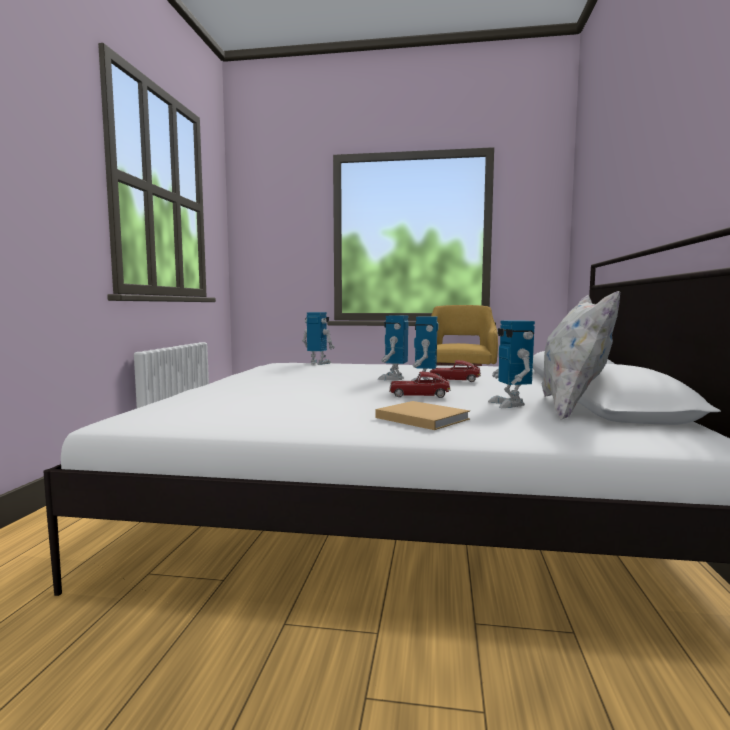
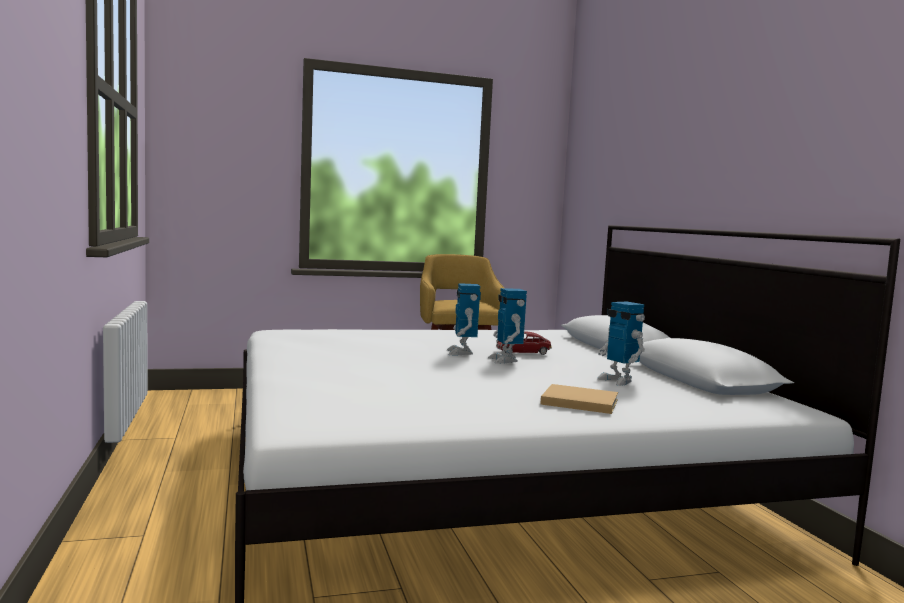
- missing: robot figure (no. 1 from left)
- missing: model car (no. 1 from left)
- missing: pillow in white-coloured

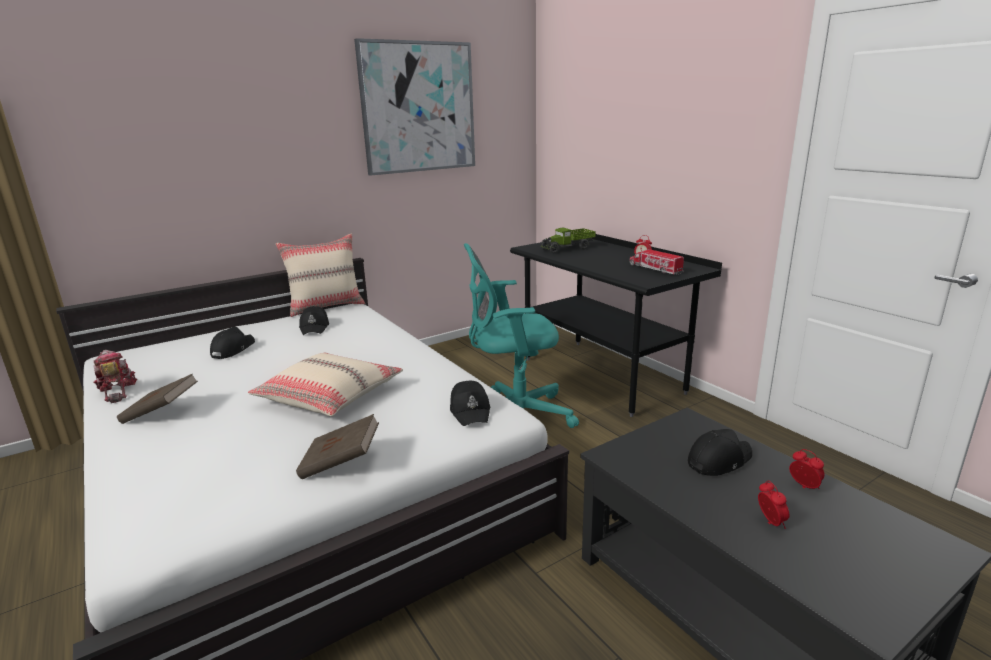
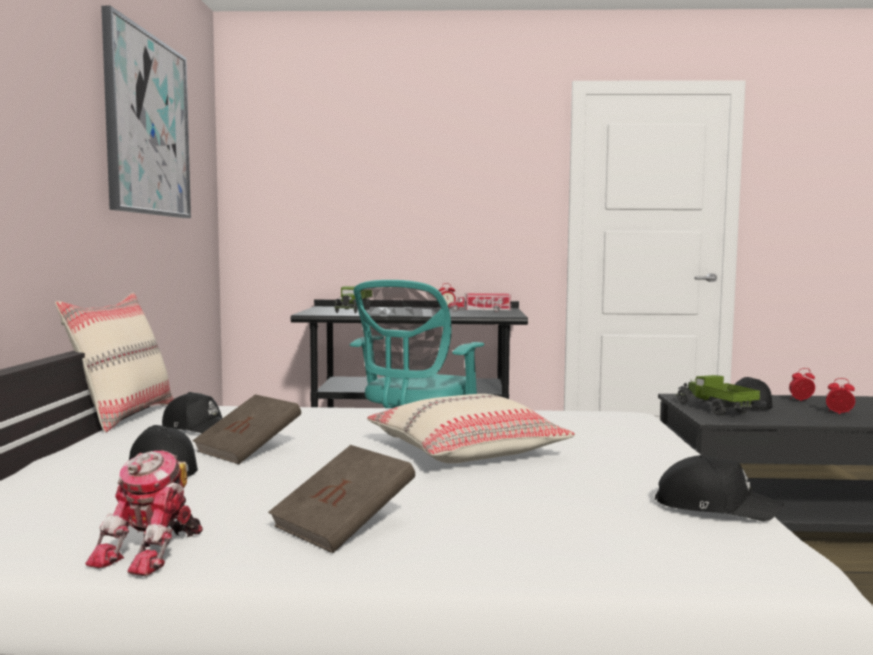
- spun: robot figure 75 degrees counterclockwise
- relocated: book in brown (no. 2 from left in the first image) to book in brown (no. 1 from left)
- relocated: cap in black (no. 3 from left)
- appeared: toy truck (no. 3 from left)

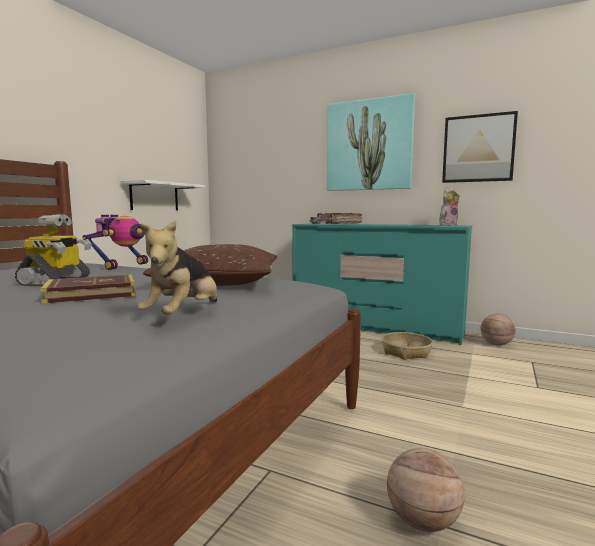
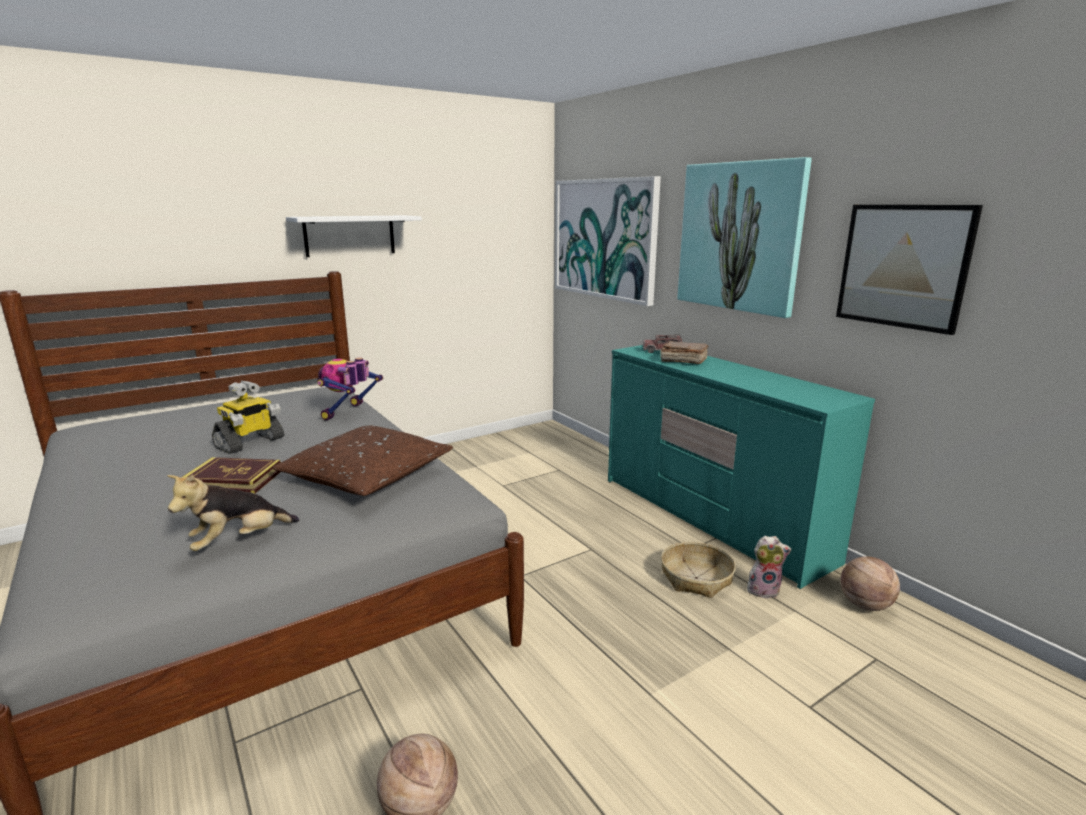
- relocated: shelf in white-coloured
- spun: robot figure (no. 2 from left) 150 degrees clockwise
- appeared: picture (no. 1 from left)
- relocated: plush toy (no. 2 from left)

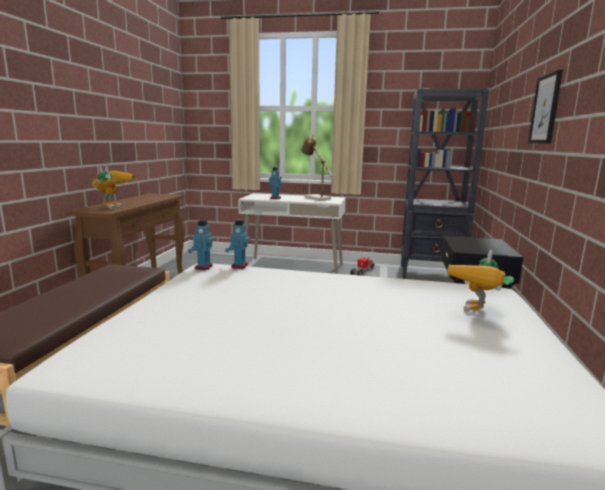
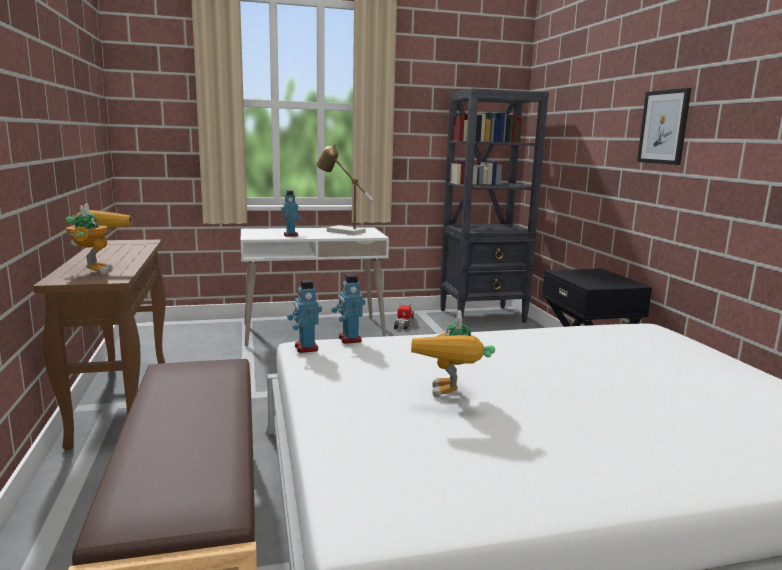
- relocated: robot figure (no. 5 from left)

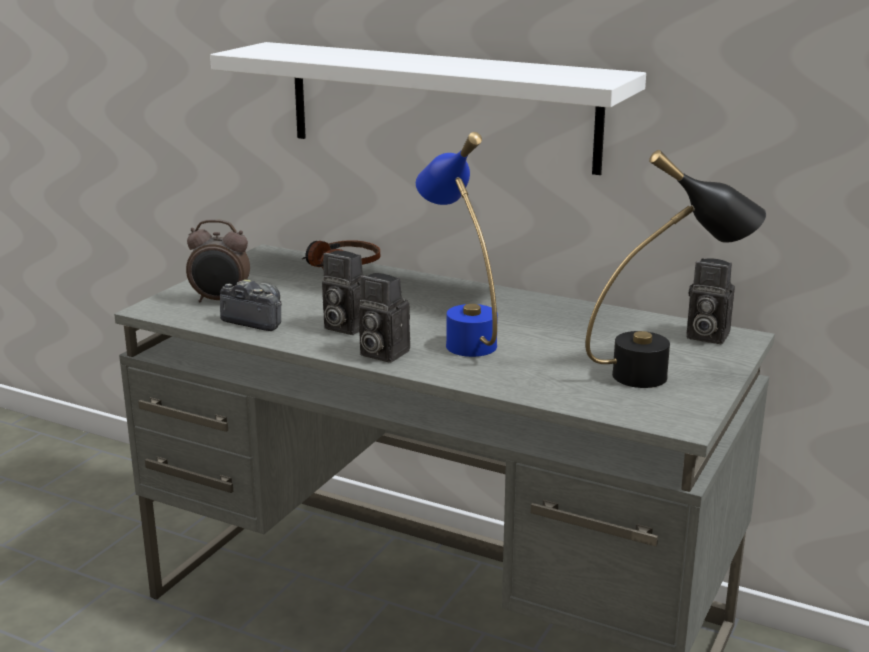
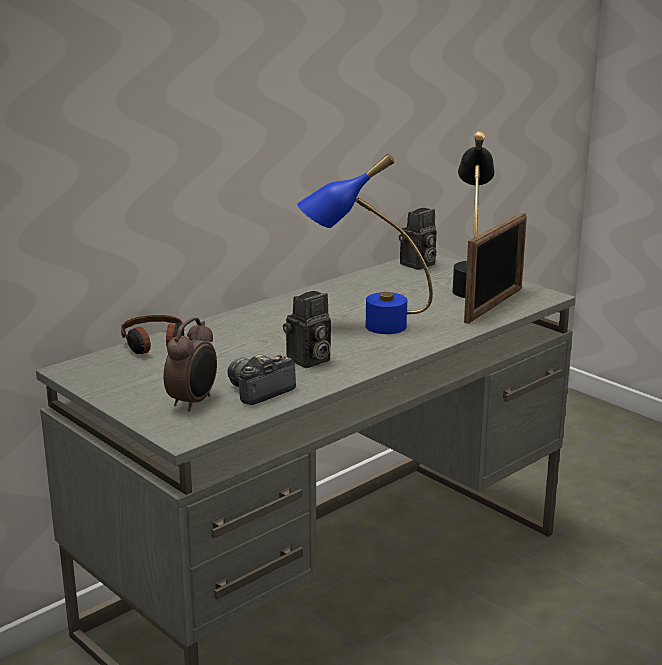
- appeared: standing frame
- missing: shelf in white-coloured
- missing: photo camera (no. 3 from left)

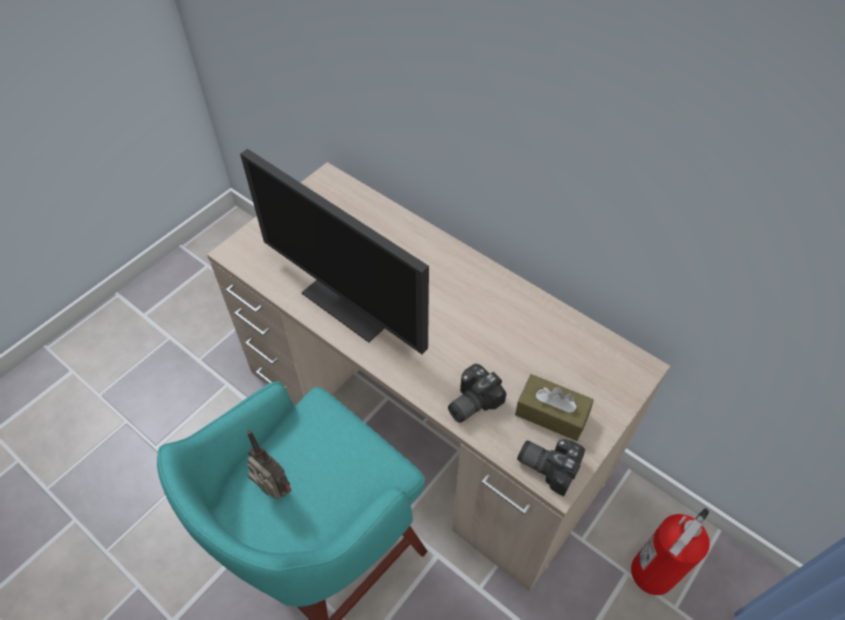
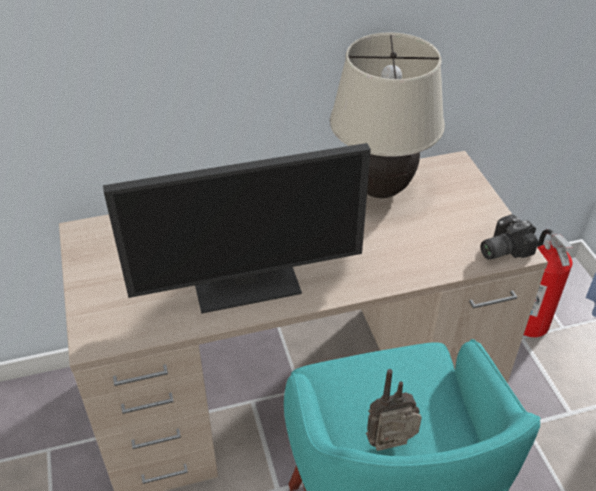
- appeared: table lamp in beige
- missing: photo camera (no. 1 from left)
- missing: tissue holder in brown

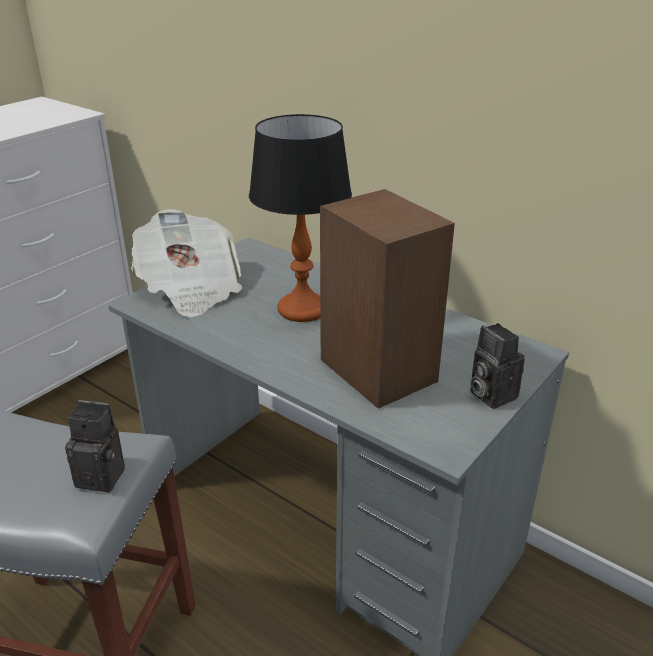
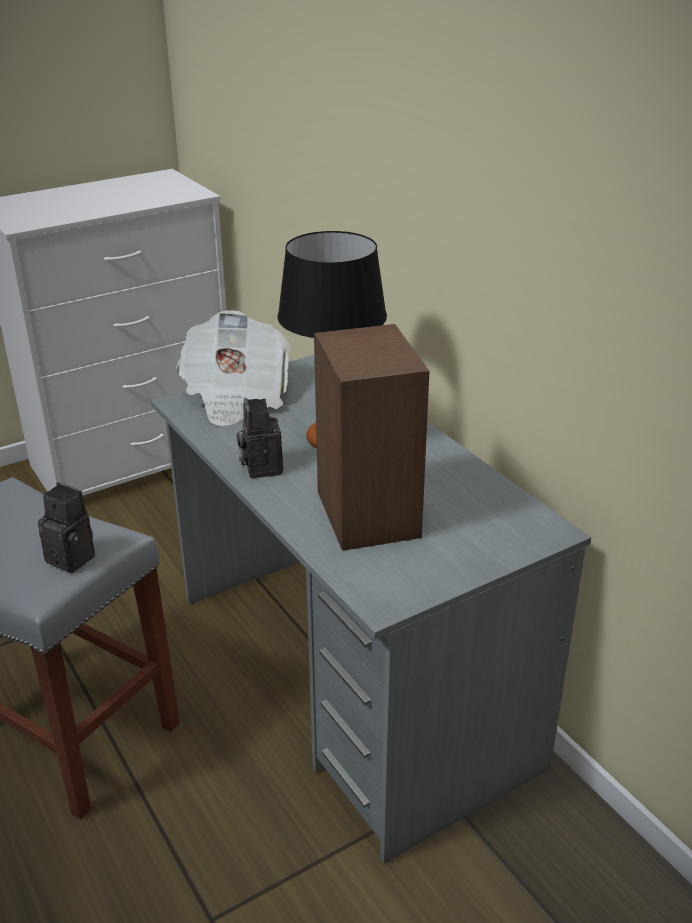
- relocated: photo camera (no. 2 from left)

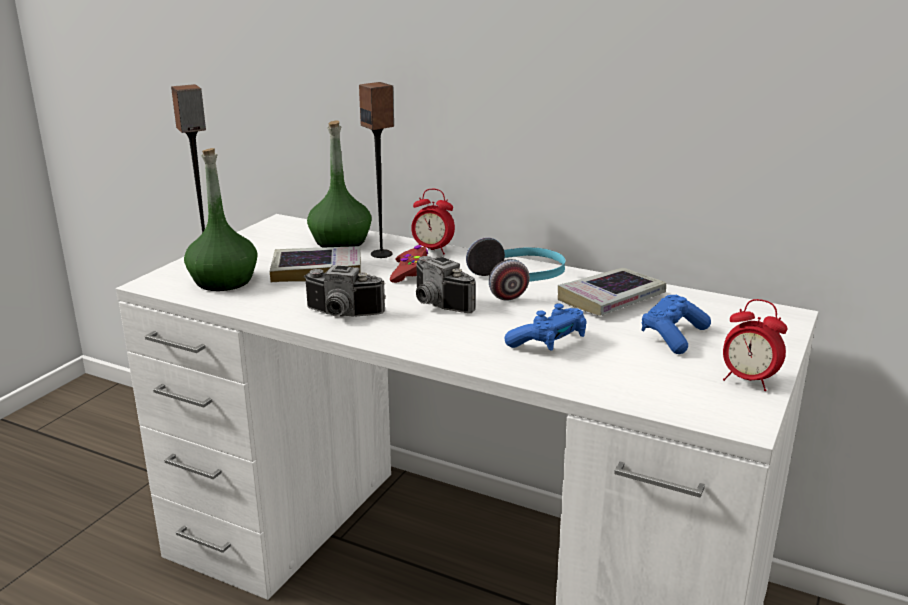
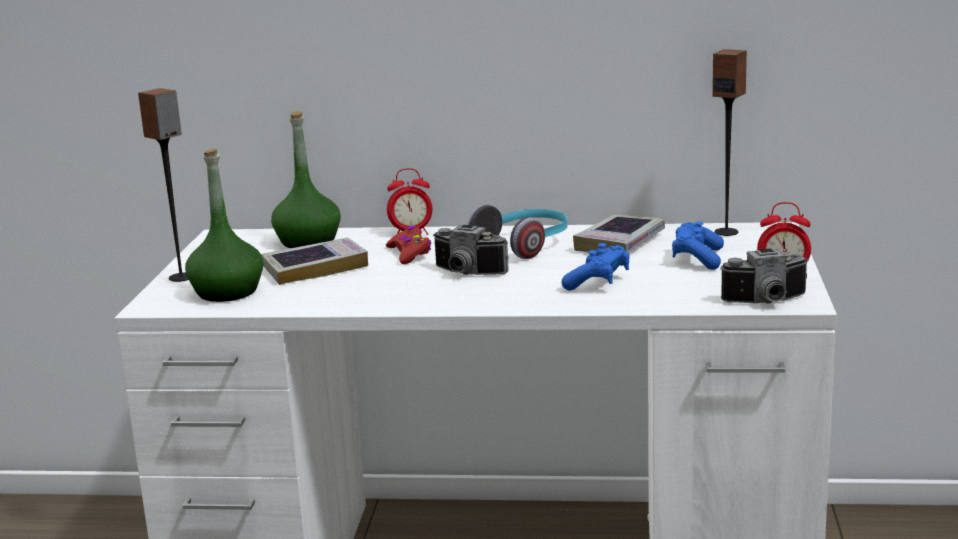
- relocated: loudspeaker (no. 2 from left)
- relocated: photo camera (no. 1 from left in the first image) to photo camera (no. 2 from left)

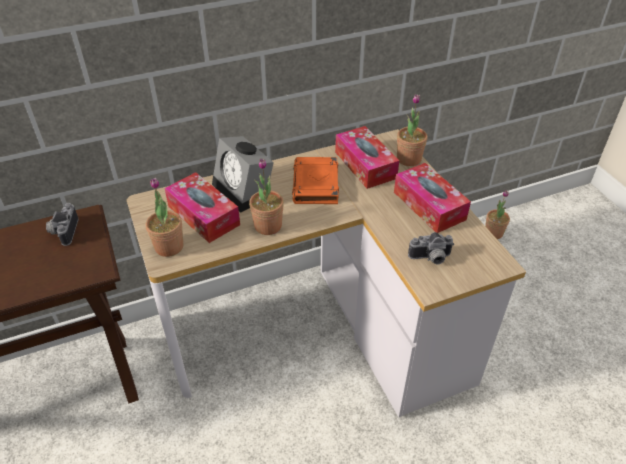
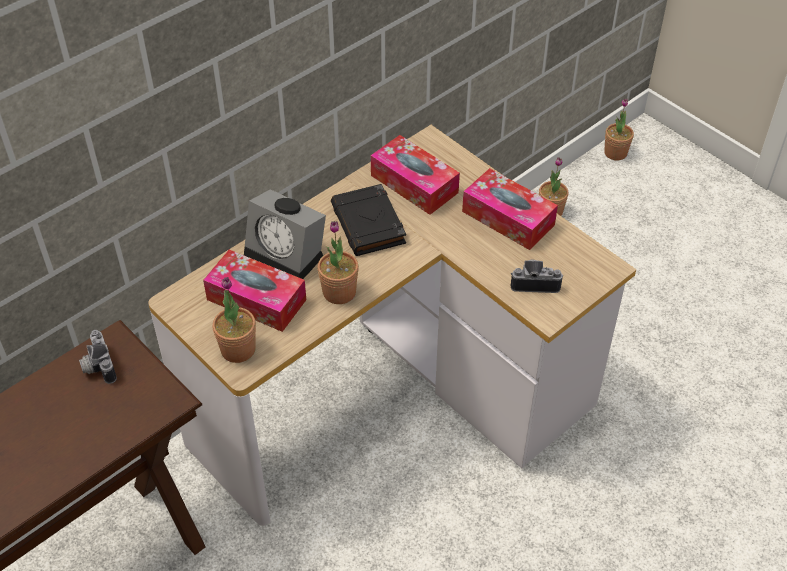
- colour: book in orange to book in black
- spun: photo camera (no. 2 from left) 150 degrees counterclockwise
- relocated: potted plant (no. 3 from left in the first image) to potted plant (no. 4 from left)

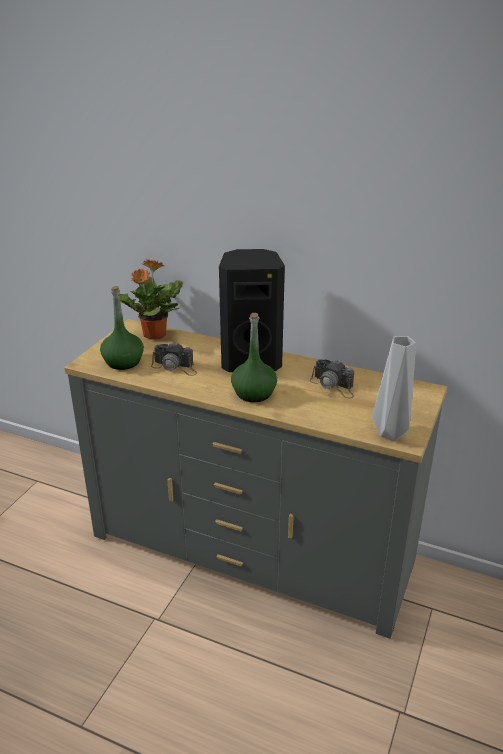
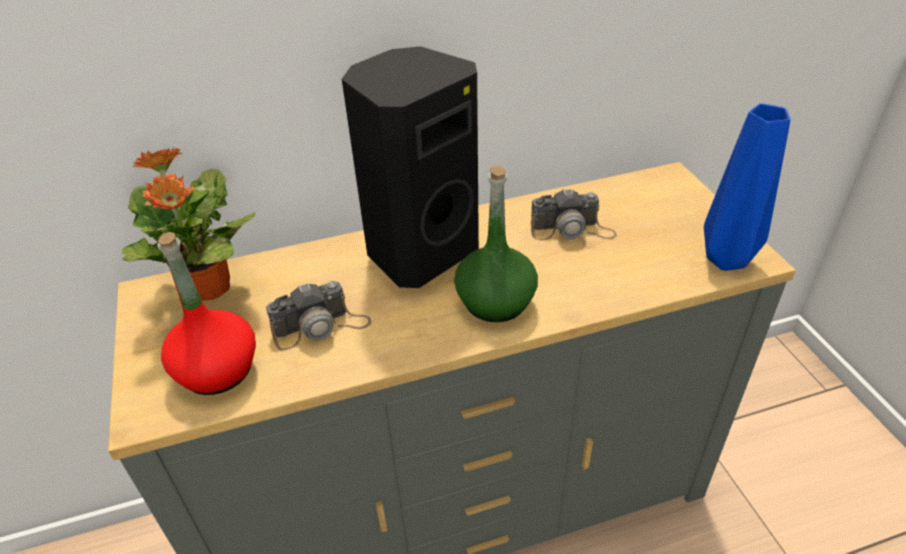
- colour: beverage bottle in green-coloured (no. 1 from left) to beverage bottle in red
- colour: flower vase in gray to flower vase in bluish

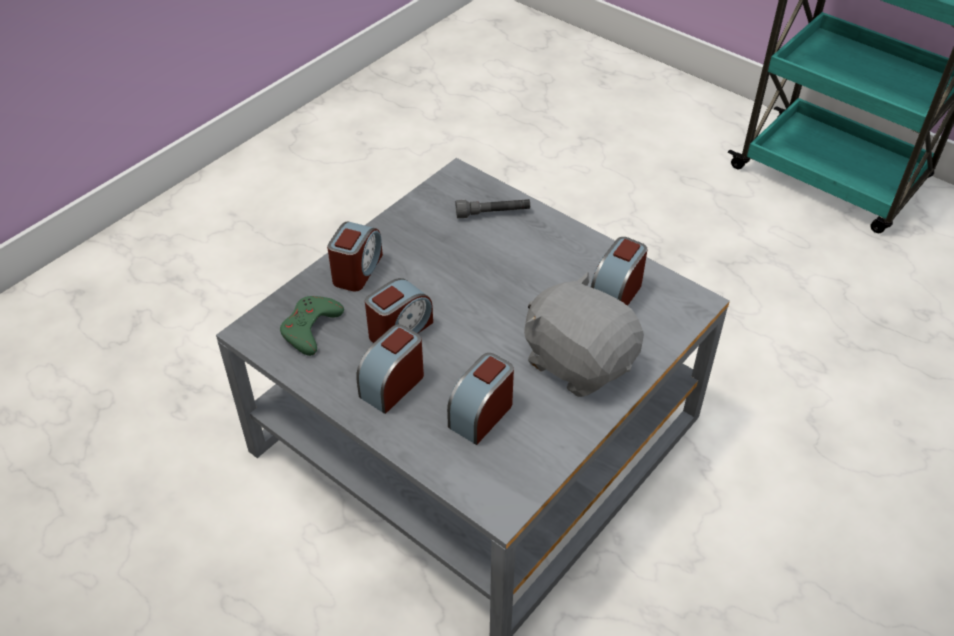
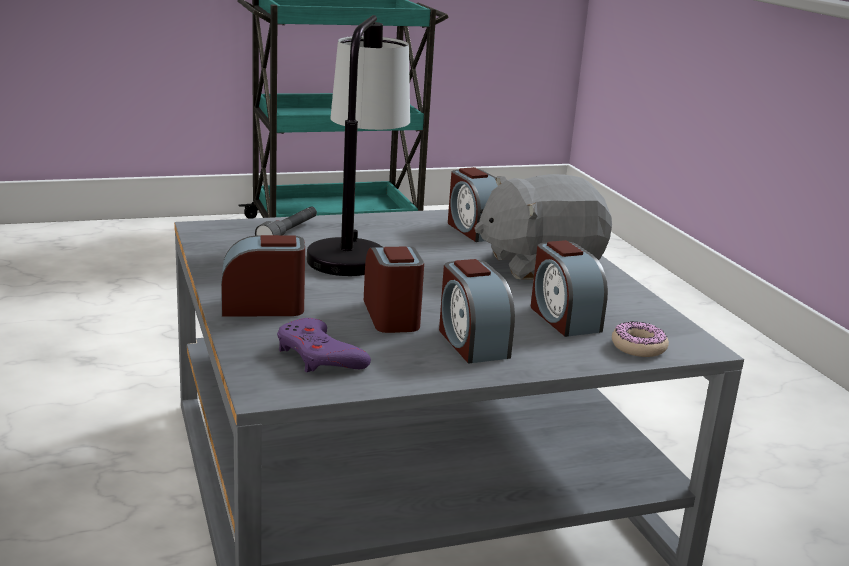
- spun: table clock (no. 1 from left) 60 degrees counterclockwise
- colour: joypad in green-coloured to joypad in purple-coloured
- appeared: table lamp
- appeared: donut

